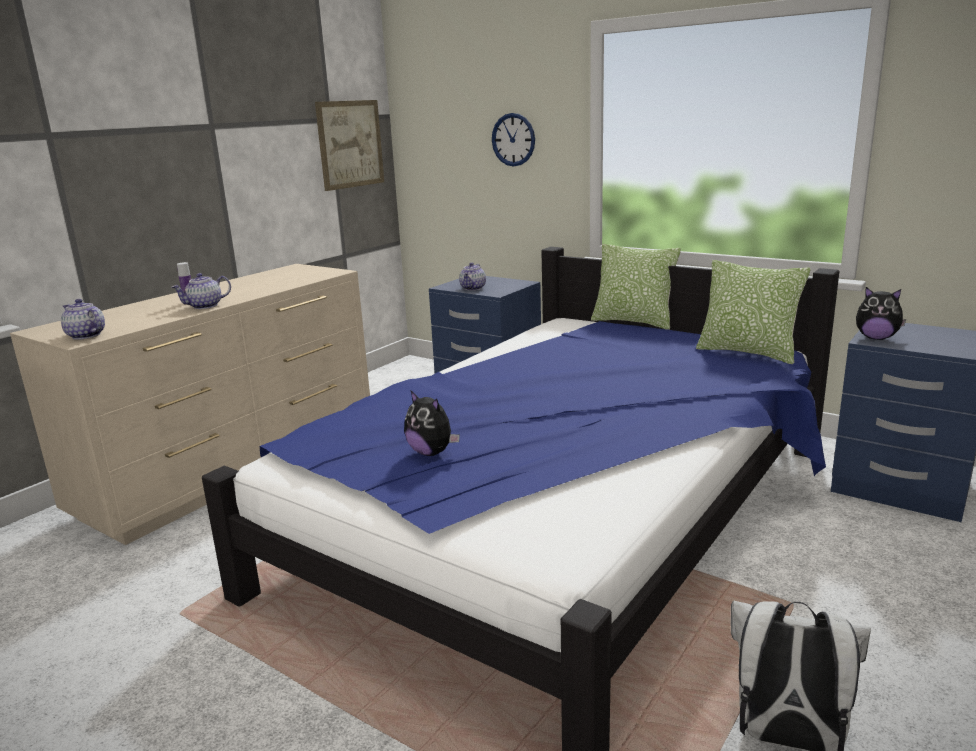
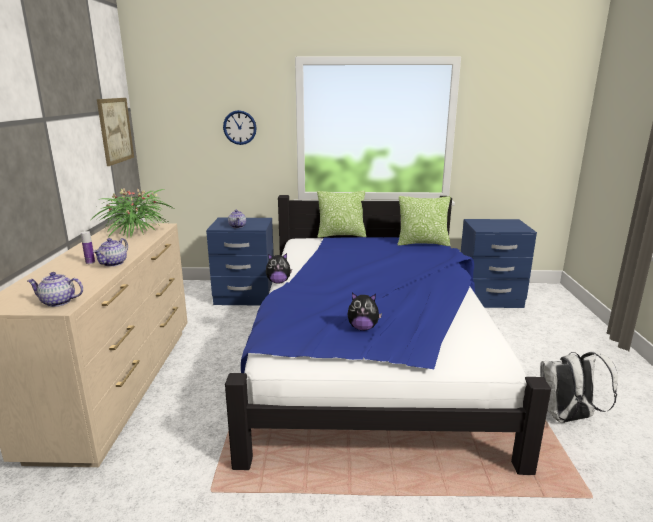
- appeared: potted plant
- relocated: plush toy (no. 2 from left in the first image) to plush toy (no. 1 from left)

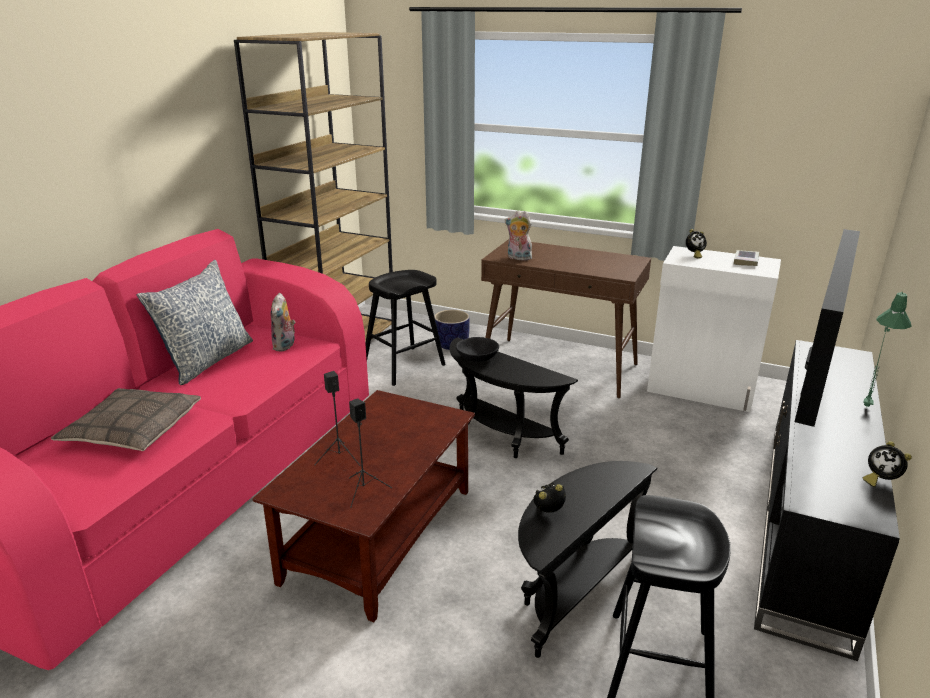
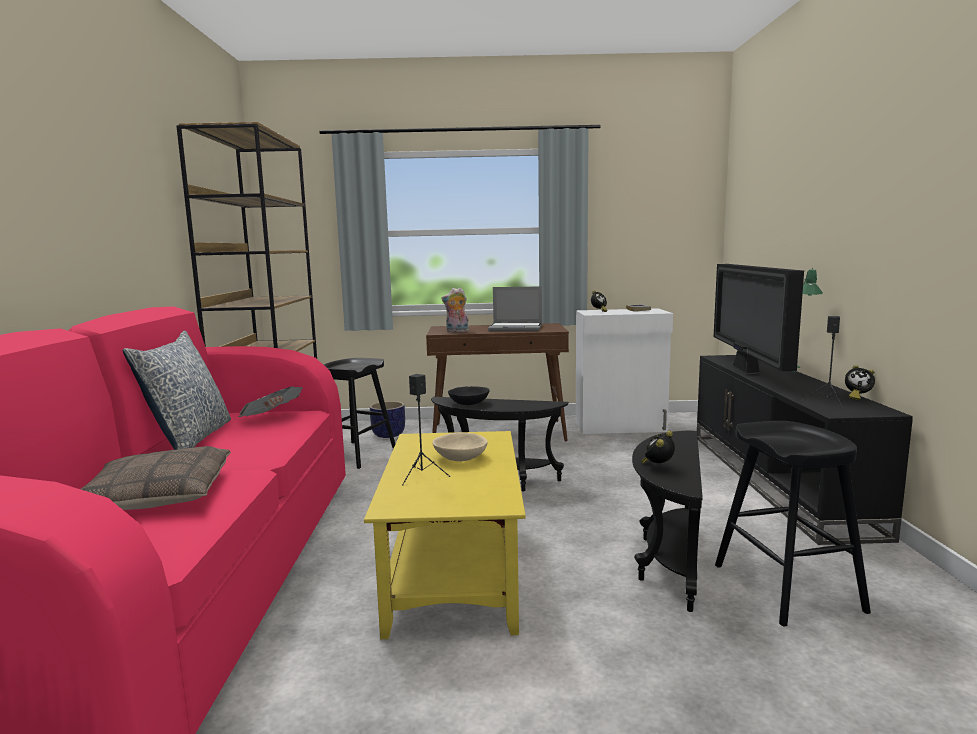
- exchanged: plush toy (no. 1 from left) to daily paper
- colour: coffee table in brown to coffee table in yellow-coloured
- appeared: serving bowl in beige
- appeared: portable computer
- relocated: loudspeaker in black (no. 2 from left)

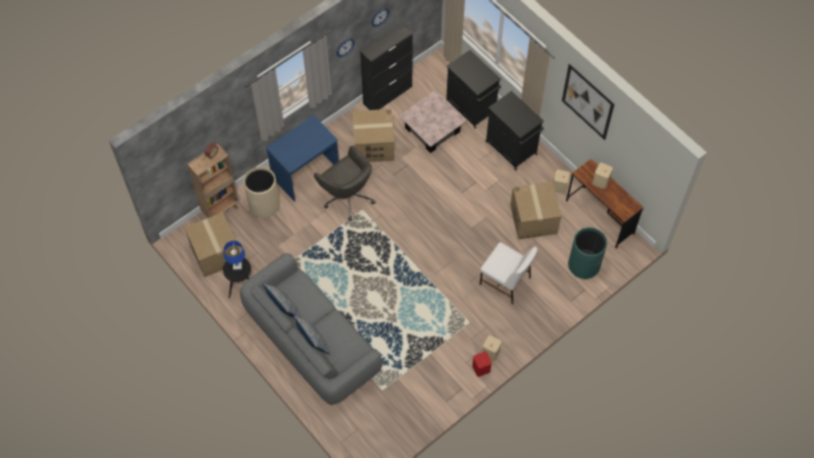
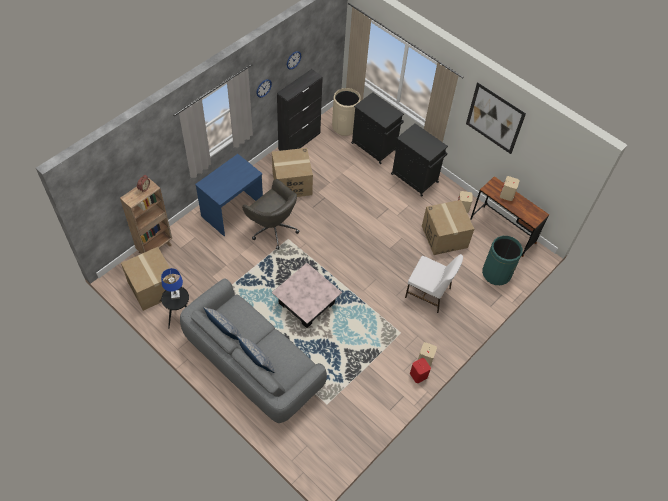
- relocated: coffee table in pink-coloured
- relocated: rubbish bin in beige

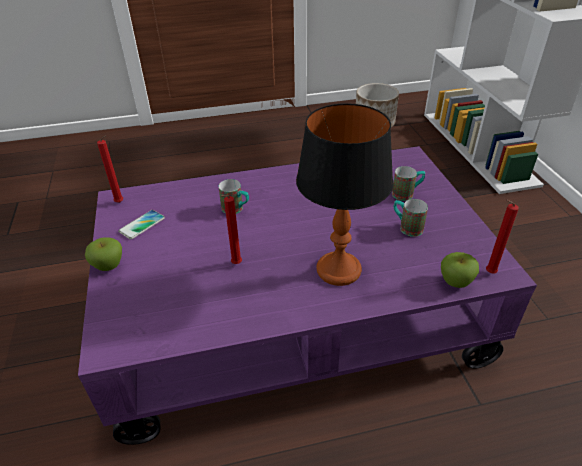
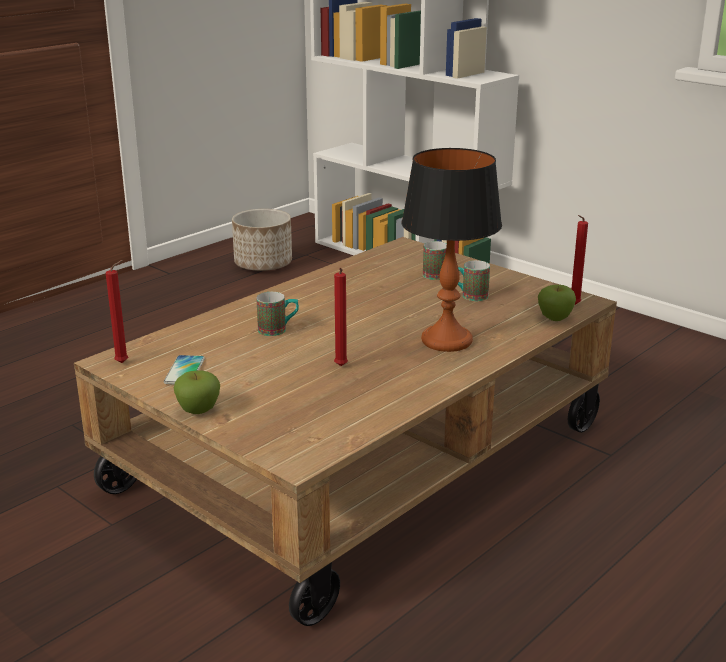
- colour: coffee table in purple-coloured to coffee table in brown

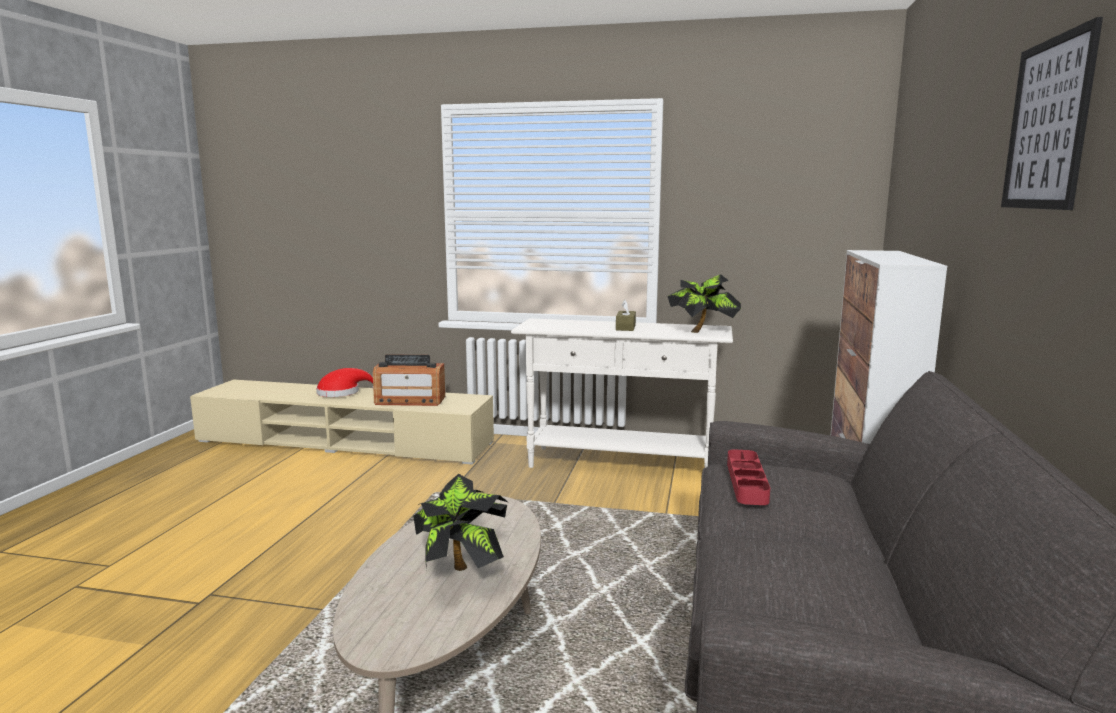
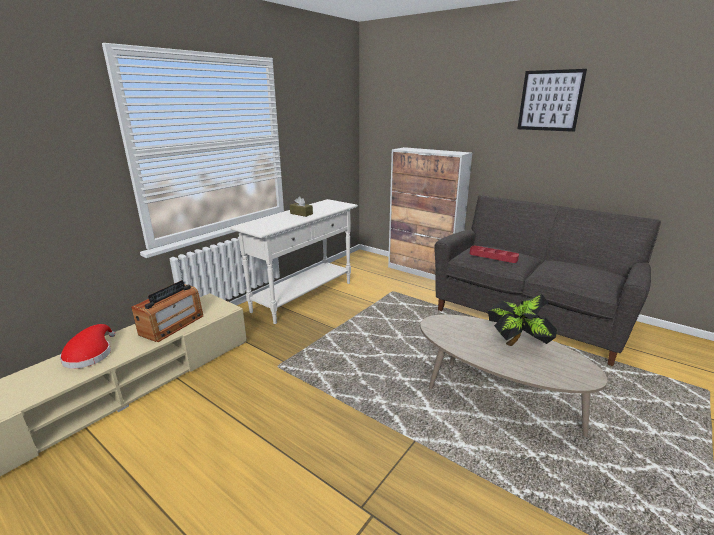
- missing: potted plant (no. 2 from left)

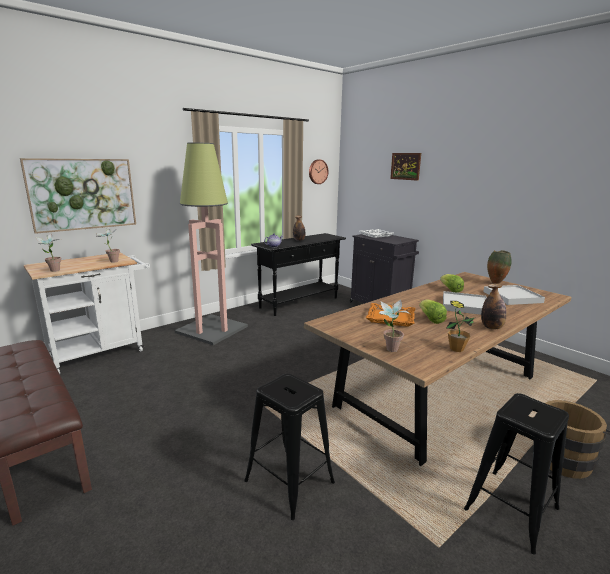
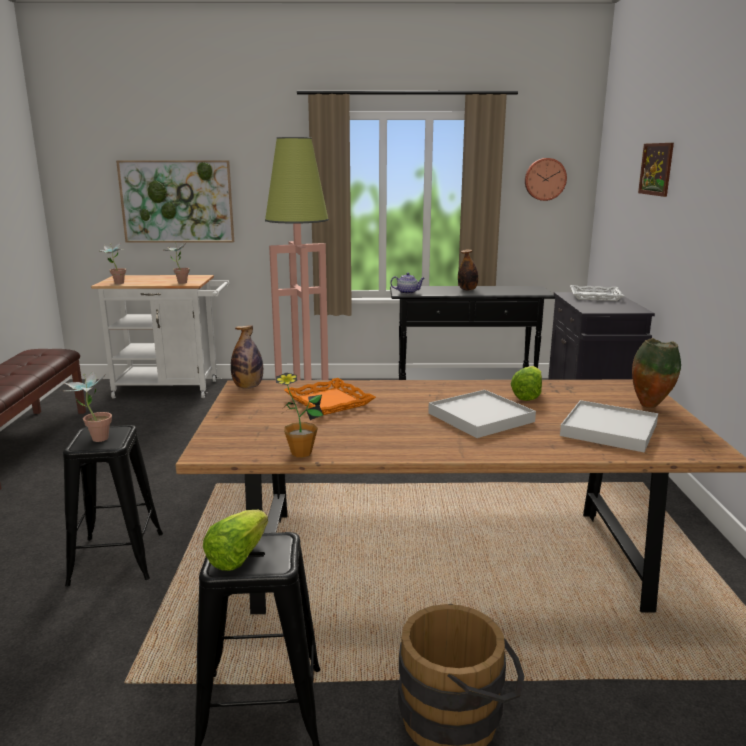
- relocated: potted plant (no. 3 from left in the first image) to potted plant (no. 1 from left)
- relocated: lettuce (no. 1 from left)
- relocated: beverage bottle (no. 2 from left in the first image) to beverage bottle (no. 1 from left)

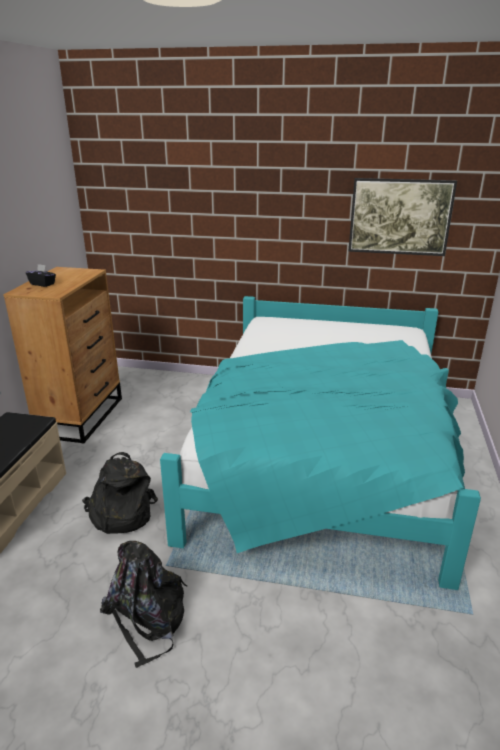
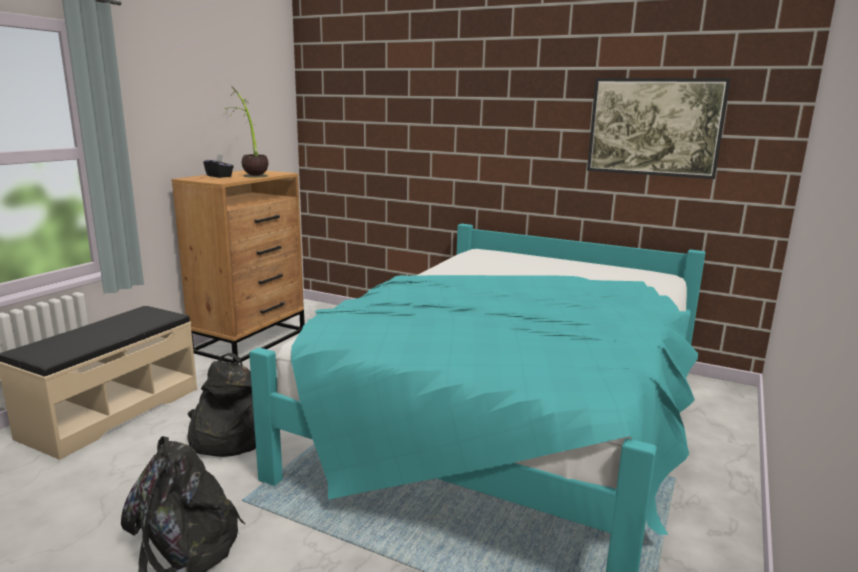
- appeared: potted plant

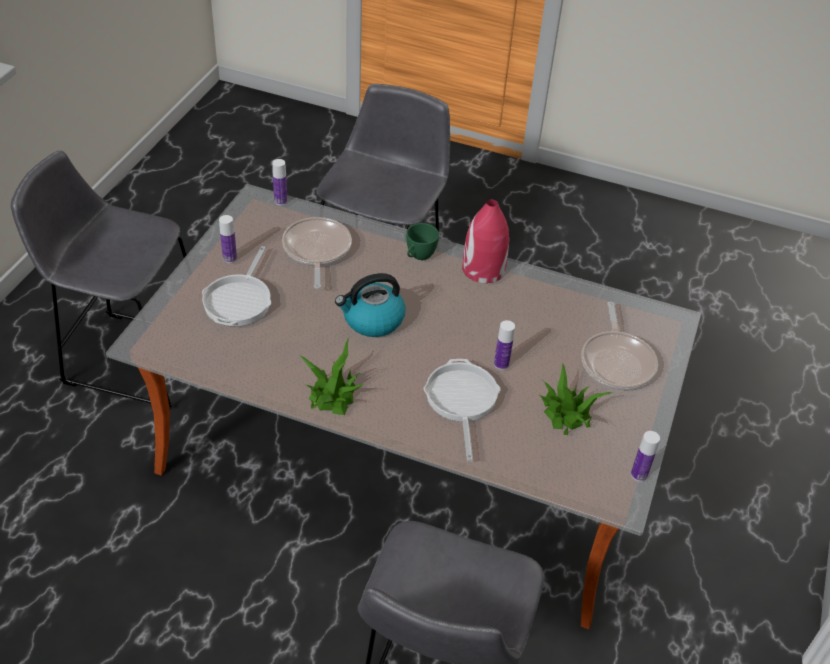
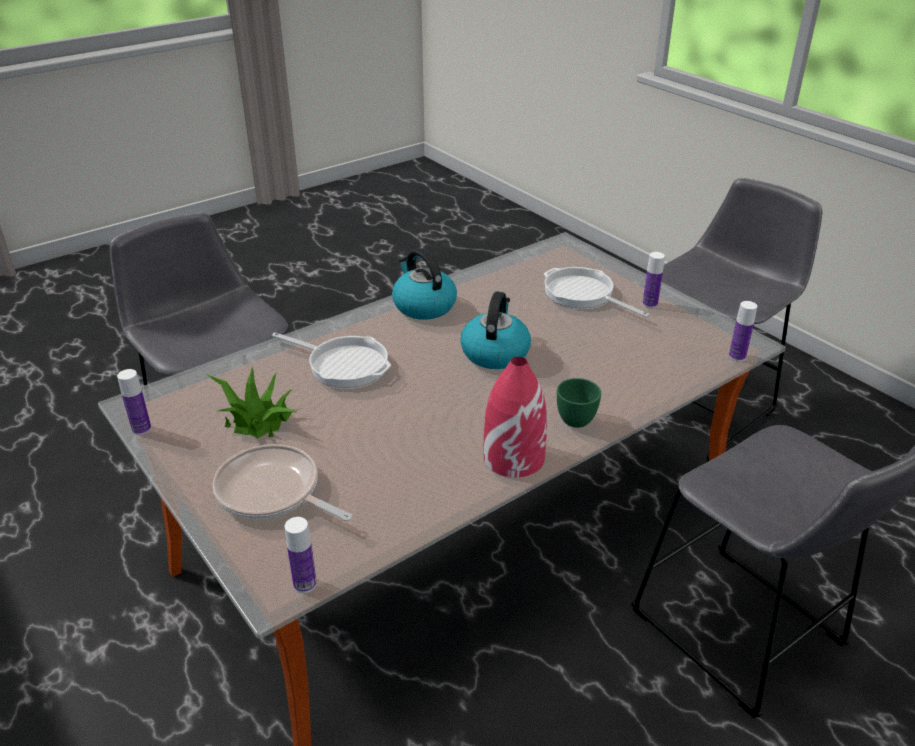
- relocated: beverage bottle (no. 3 from left in the first image) to beverage bottle (no. 2 from left)
- exchanged: potted plant (no. 1 from left) to tea kettle (no. 1 from left)
- missing: skillet (no. 2 from left)

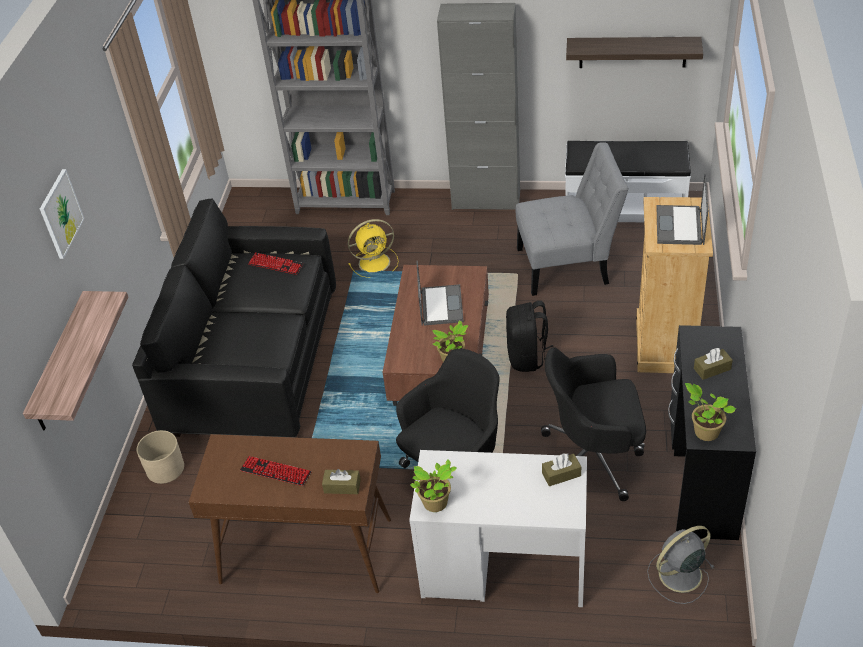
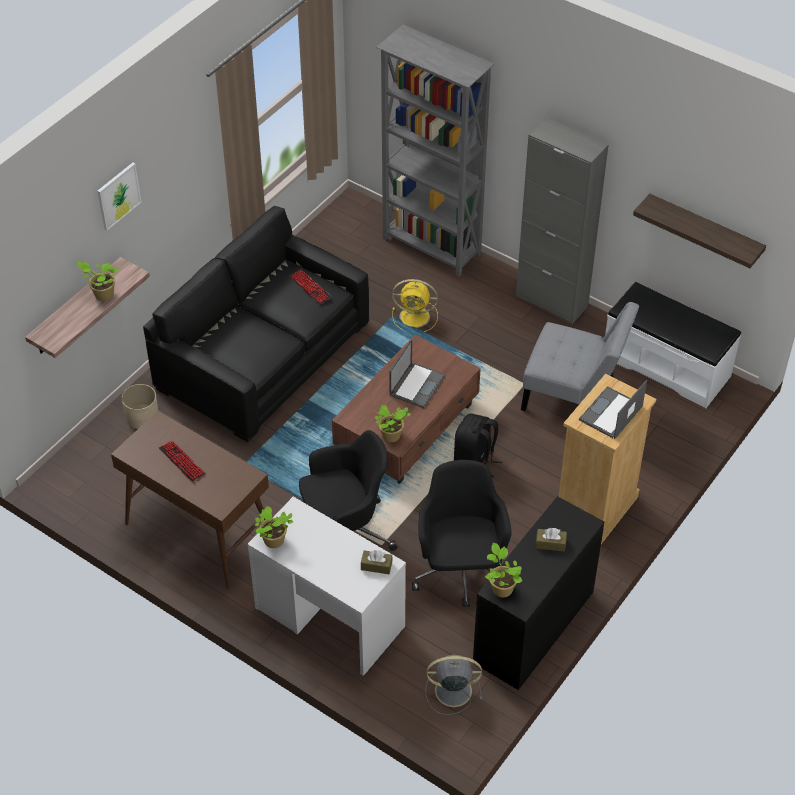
- appeared: potted plant (no. 1 from left)
- spun: desk chair in black (no. 2 from left) 60 degrees clockwise
- missing: tissue holder in brown (no. 1 from left)

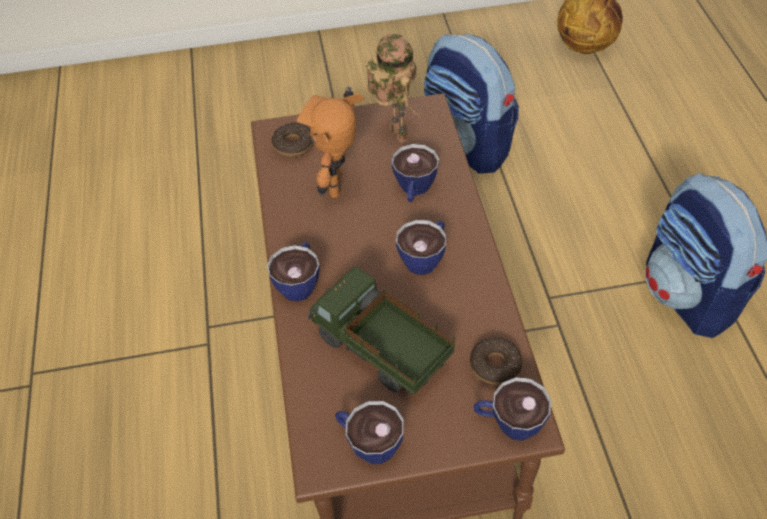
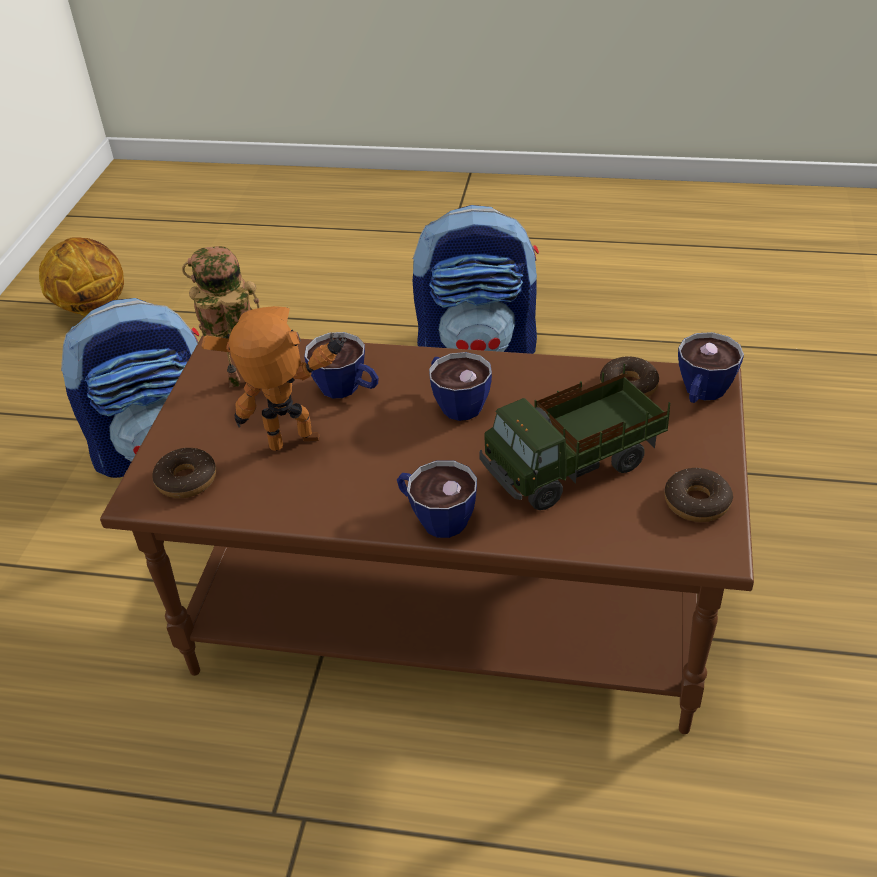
- spun: robot figure (no. 1 from left in the first image) 135 degrees clockwise
- exchanged: small cup (no. 2 from left) to donut (no. 3 from left)

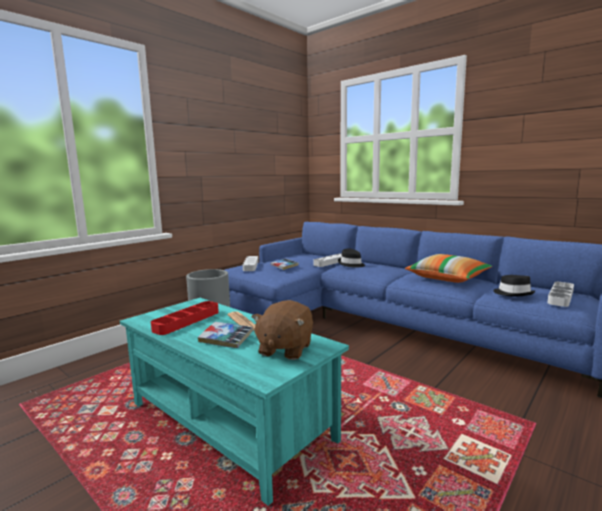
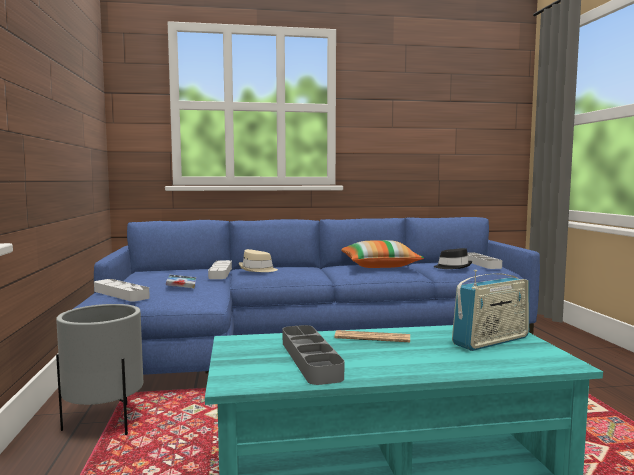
- colour: clothing hat in black (no. 1 from left) to clothing hat in beige
- colour: carrying tray in red to carrying tray in gray (no. 3 from left)
- exchanged: plush toy in brown to radio
- missing: book (no. 1 from left)

